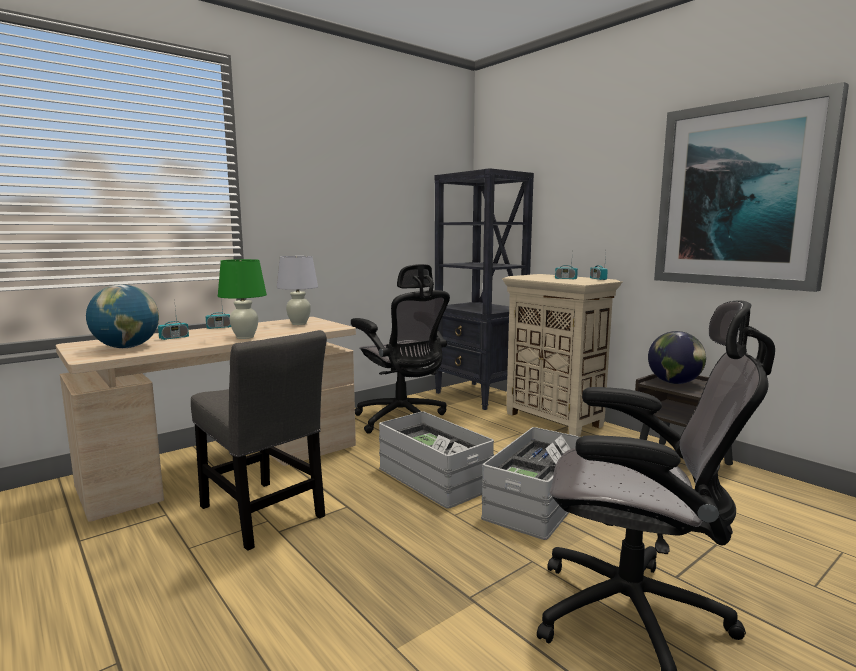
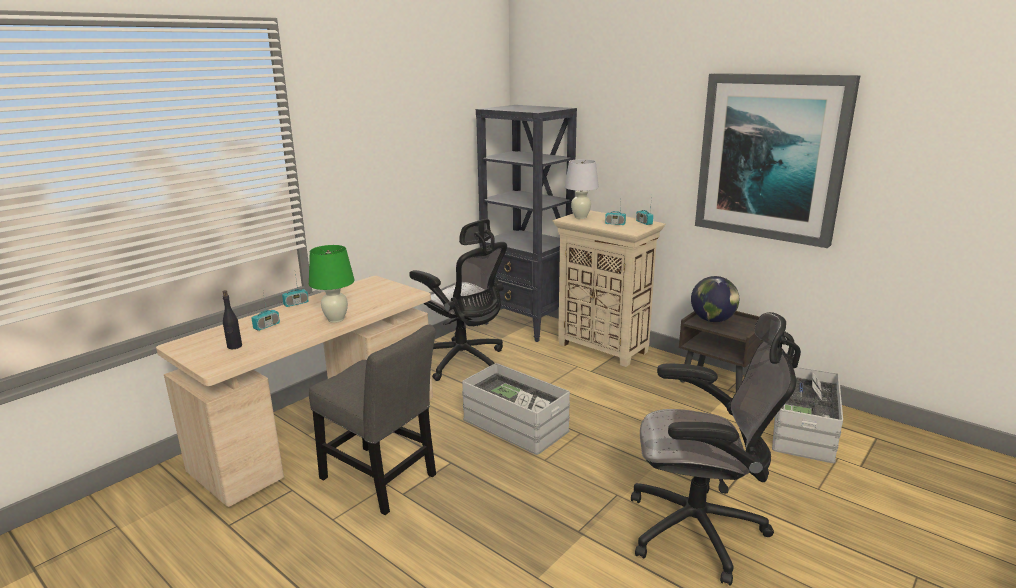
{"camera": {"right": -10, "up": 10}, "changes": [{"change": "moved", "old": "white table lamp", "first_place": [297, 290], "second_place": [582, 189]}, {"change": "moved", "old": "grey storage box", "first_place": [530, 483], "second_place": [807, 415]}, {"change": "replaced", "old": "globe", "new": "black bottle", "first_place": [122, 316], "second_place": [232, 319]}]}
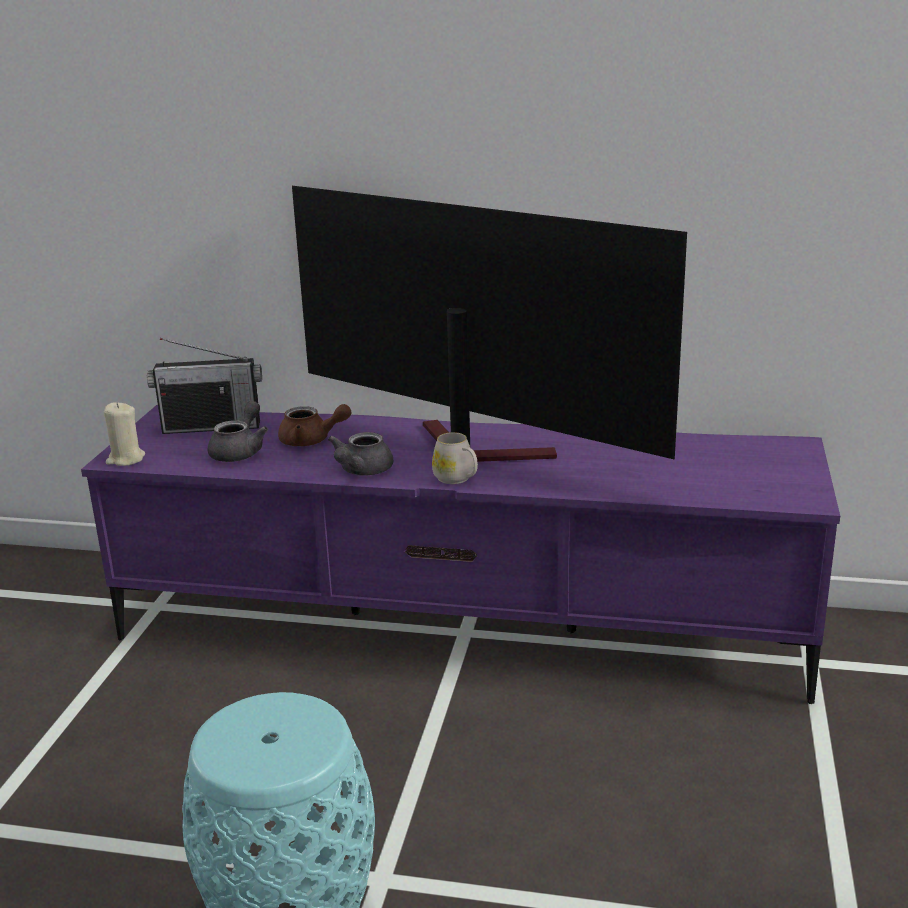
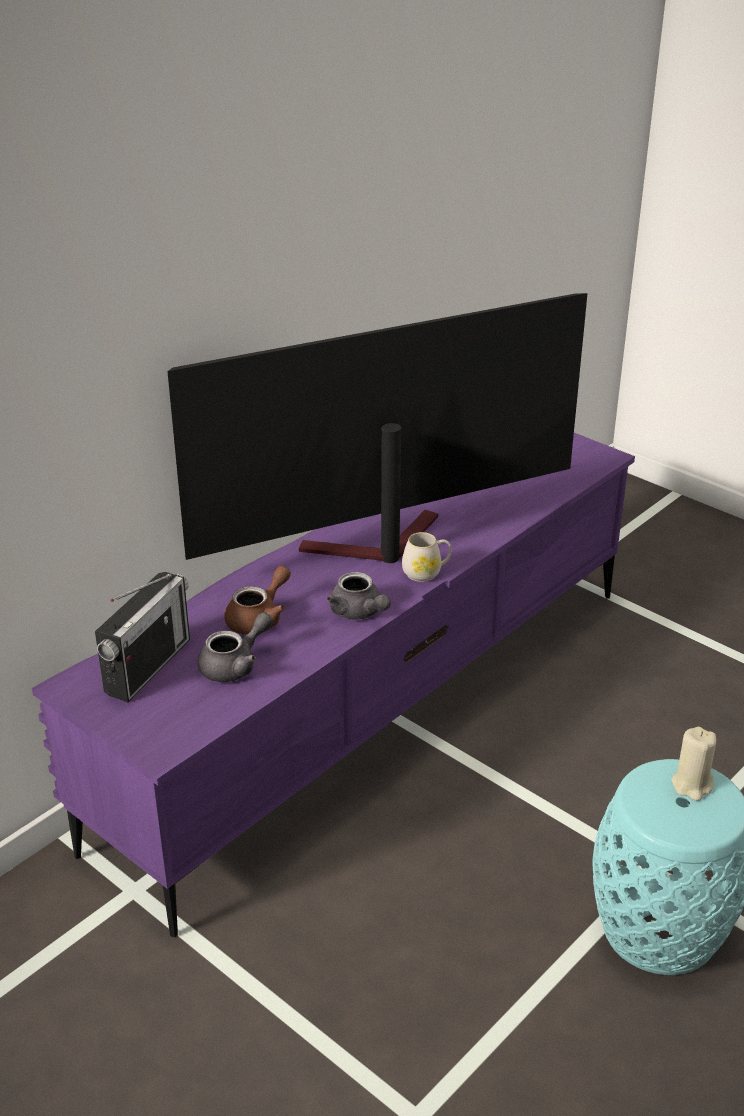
{"camera": {"right": -60, "up": 10}, "changes": [{"change": "moved", "old": "beige candle", "first_place": [124, 434], "second_place": [693, 764]}, {"change": "turned", "old": "grey teapot", "first_place": [238, 431], "second_place": [235, 647], "degrees": 90}]}
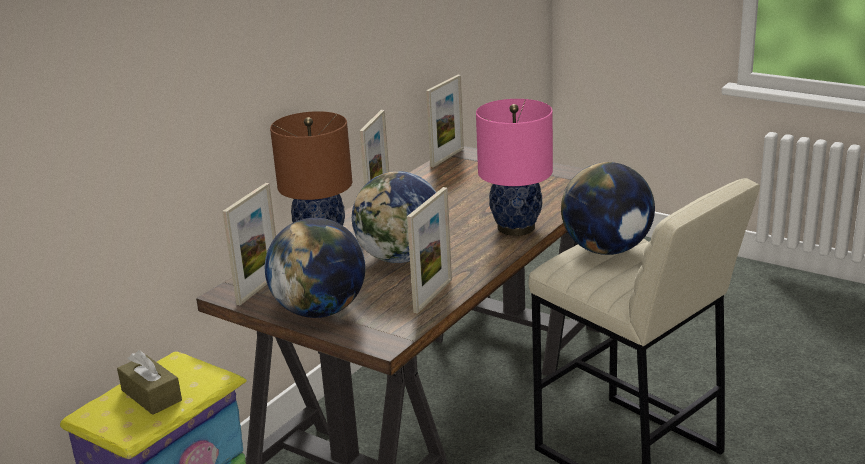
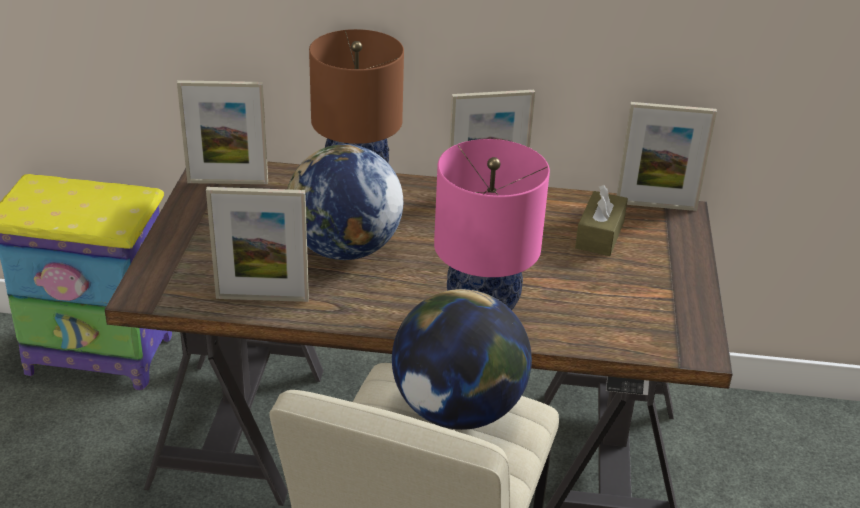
{"camera": {"right": 60, "up": 10}, "changes": [{"change": "removed", "old": "globe", "first_place": [315, 268]}, {"change": "moved", "old": "brown tissue box", "first_place": [149, 382], "second_place": [601, 220]}]}
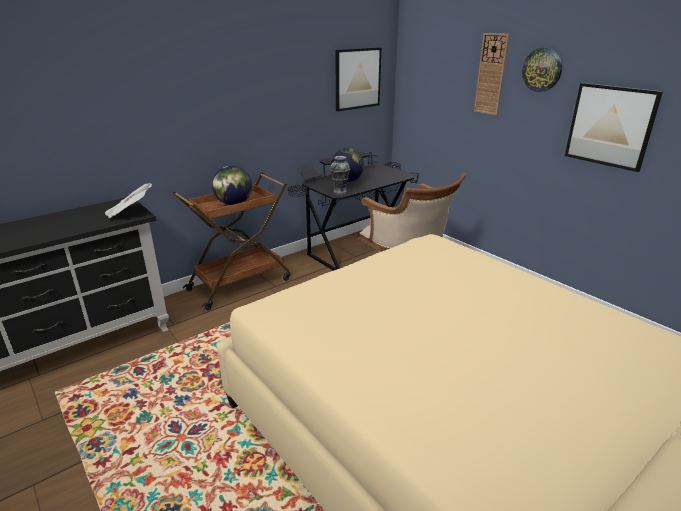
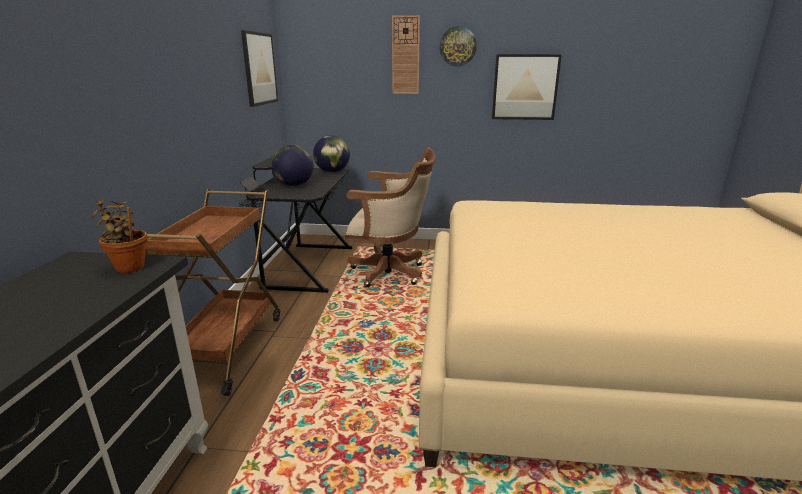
{"camera": {"right": -45, "up": -5}, "changes": [{"change": "removed", "old": "vase", "first_place": [340, 175]}, {"change": "moved", "old": "globe", "first_place": [232, 185], "second_place": [331, 154]}, {"change": "replaced", "old": "newspaper", "new": "potted plant", "first_place": [128, 201], "second_place": [120, 235]}]}
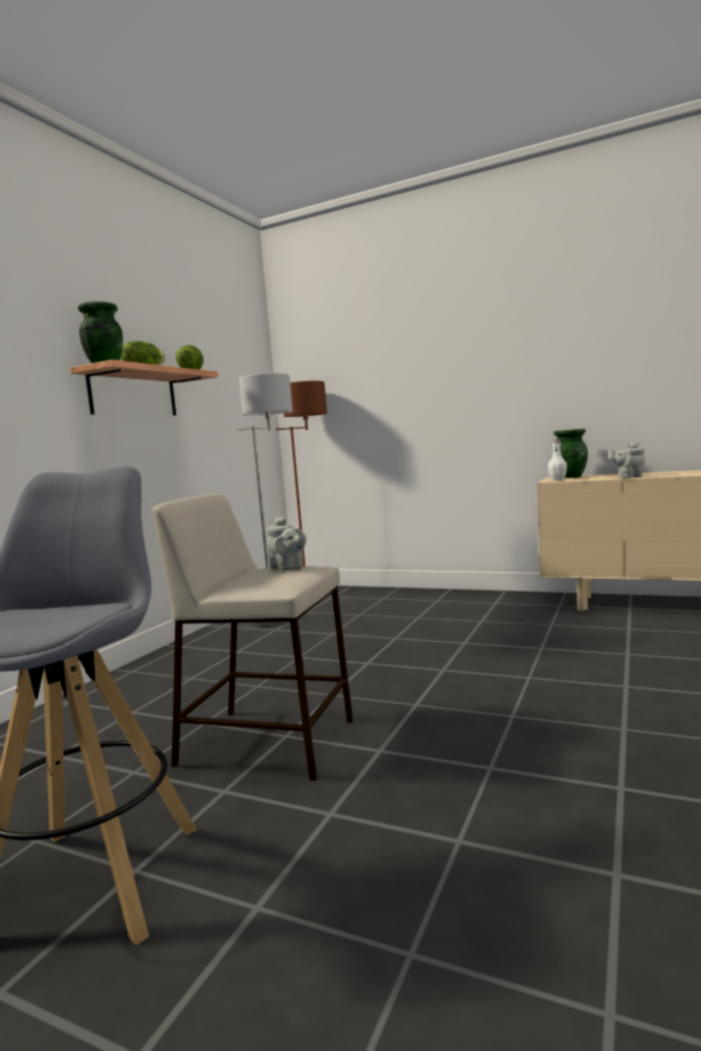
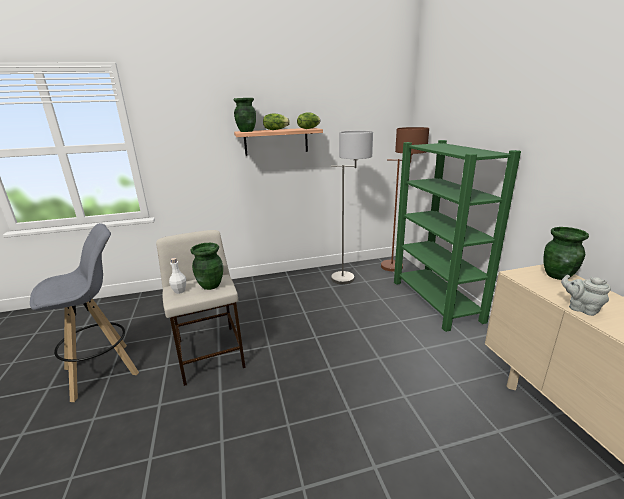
{"camera": {"right": 50, "up": 15}, "changes": [{"change": "added", "new": "green bookcase", "second_place": [457, 236]}, {"change": "moved", "old": "white bottle", "first_place": [557, 460], "second_place": [177, 276]}, {"change": "replaced", "old": "grey teapot", "new": "green vase", "first_place": [287, 543], "second_place": [206, 266]}]}
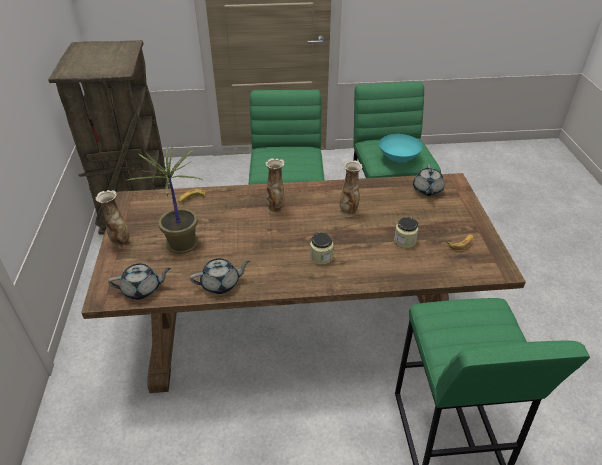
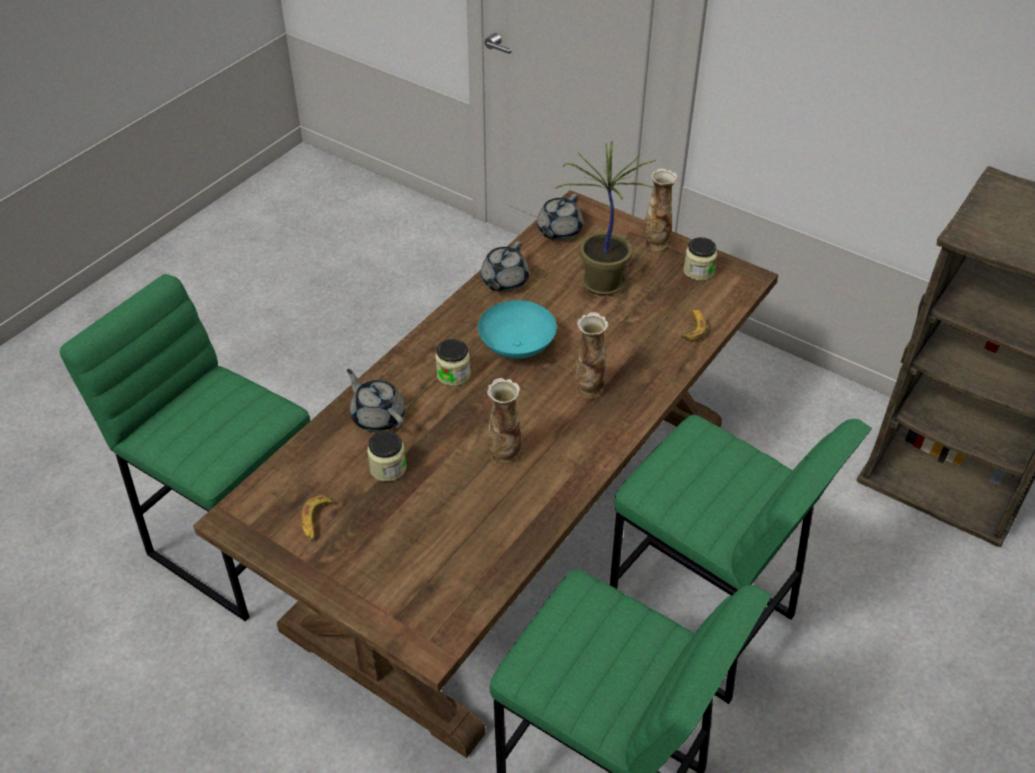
{"camera": {"right": 130, "up": 5}, "changes": [{"change": "added", "new": "jar", "second_place": [700, 259]}, {"change": "moved", "old": "turquoise bowl", "first_place": [401, 148], "second_place": [517, 329]}, {"change": "moved", "old": "grey teapot", "first_place": [428, 180], "second_place": [376, 400]}]}
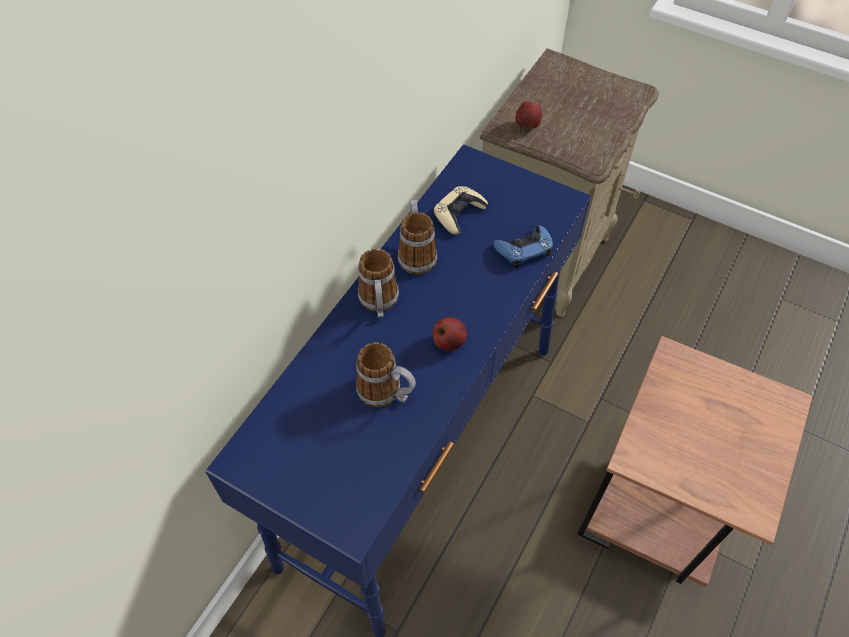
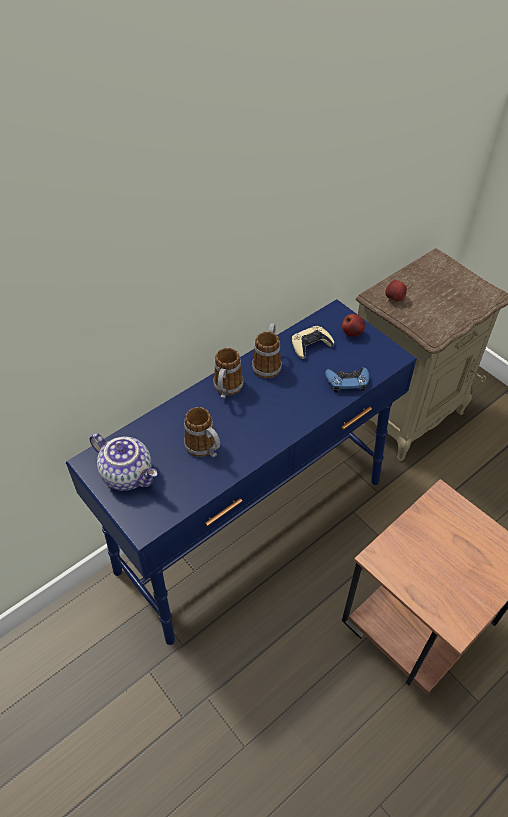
{"camera": {"right": 20, "up": -5}, "changes": [{"change": "added", "new": "teapot", "second_place": [123, 462]}, {"change": "moved", "old": "apple", "first_place": [450, 334], "second_place": [353, 325]}]}
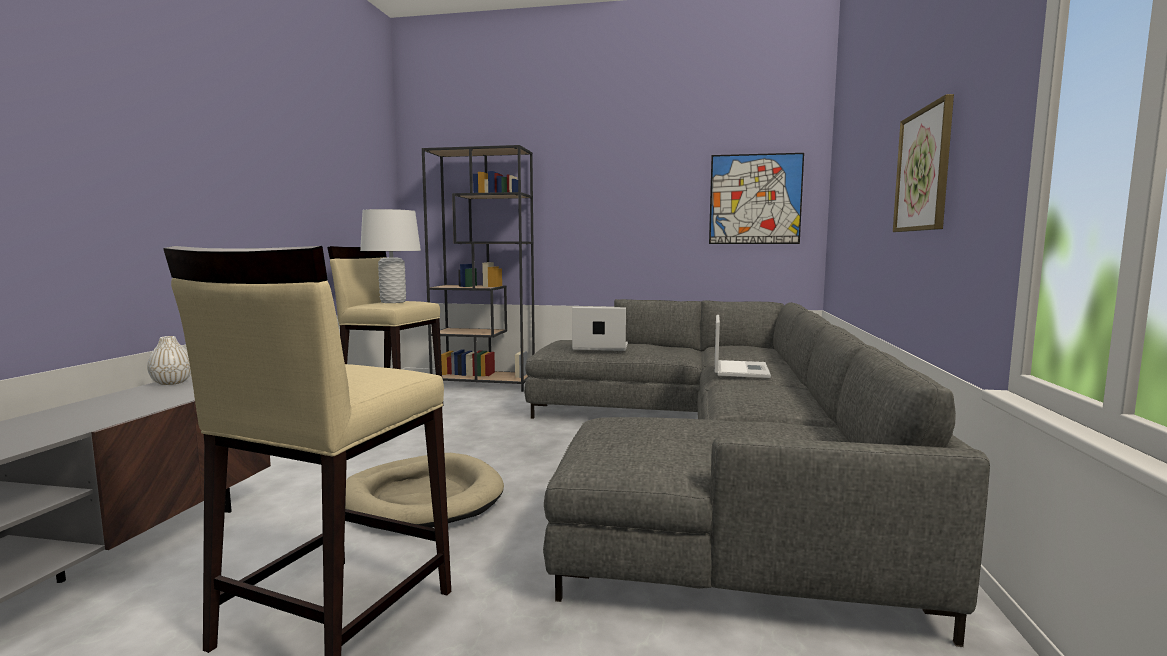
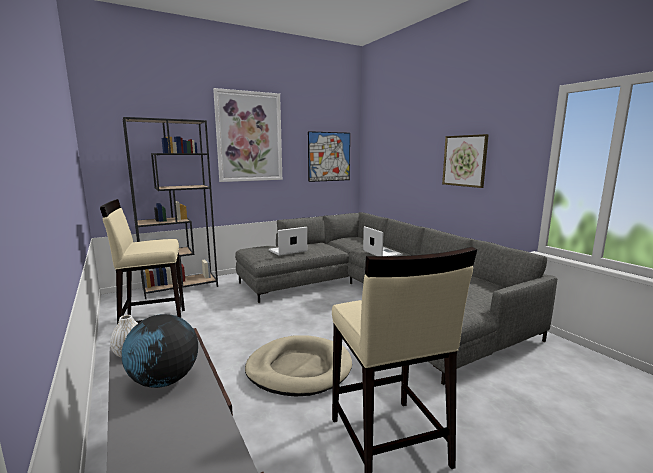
{"camera": {"right": -40, "up": 5}, "changes": [{"change": "removed", "old": "white table lamp", "first_place": [390, 256]}, {"change": "added", "new": "globe", "second_place": [160, 351]}, {"change": "added", "new": "picture", "second_place": [247, 135]}]}
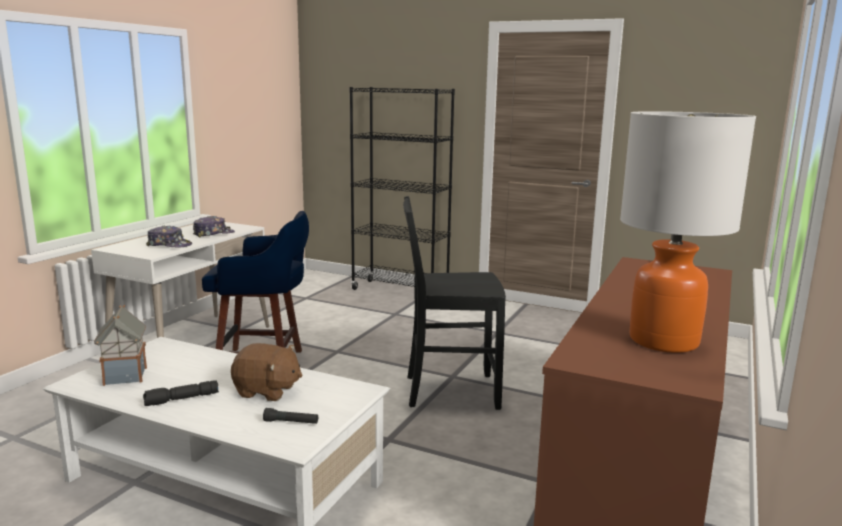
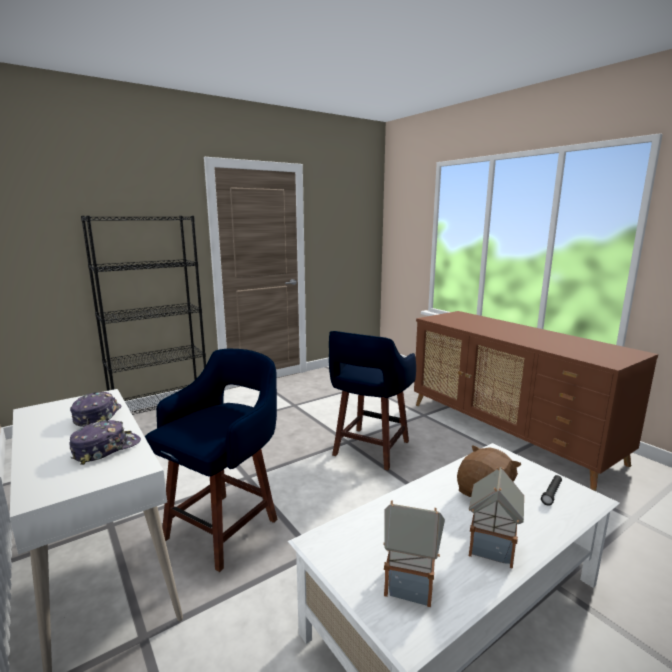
{"camera": {"right": -60, "up": 0}, "changes": [{"change": "removed", "old": "table lamp", "first_place": [688, 232]}, {"change": "replaced", "old": "black flashlight", "new": "toy house", "first_place": [181, 393], "second_place": [496, 518]}, {"change": "replaced", "old": "black chair", "new": "blue stool", "first_place": [454, 303], "second_place": [372, 400]}]}
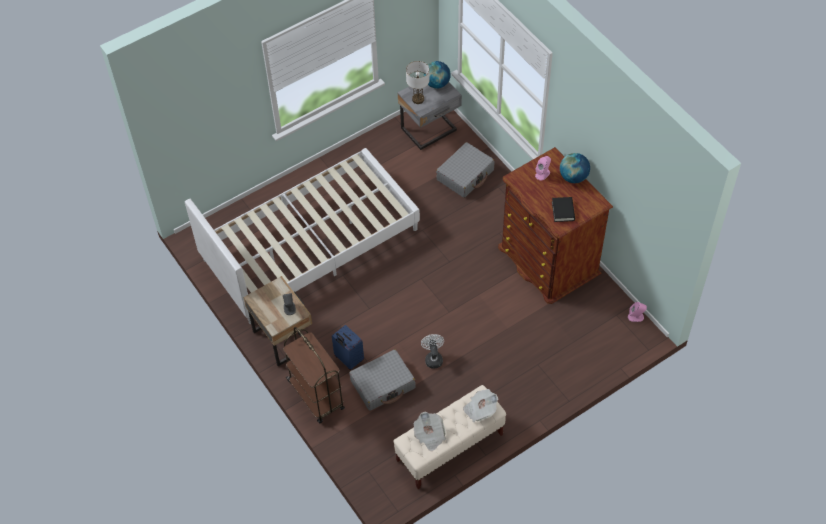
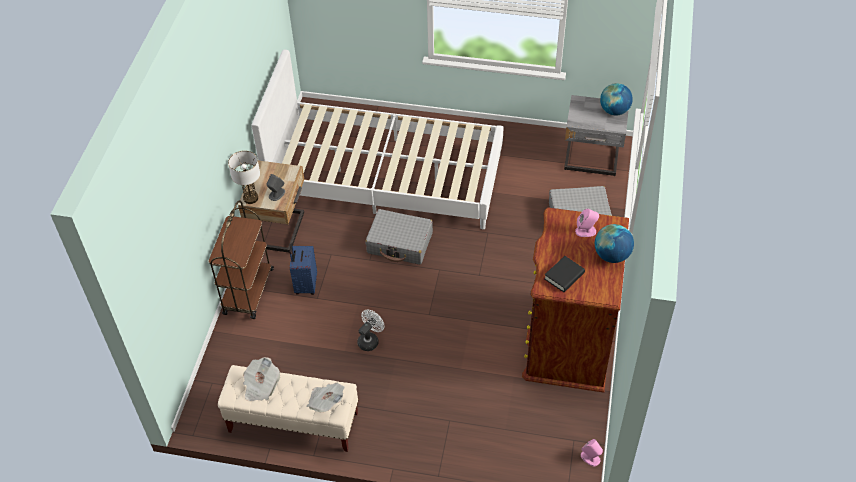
{"camera": {"right": 45, "up": -5}, "changes": [{"change": "moved", "old": "grey suitcase", "first_place": [382, 380], "second_place": [399, 237]}, {"change": "moved", "old": "table lamp", "first_place": [418, 82], "second_place": [244, 177]}]}
